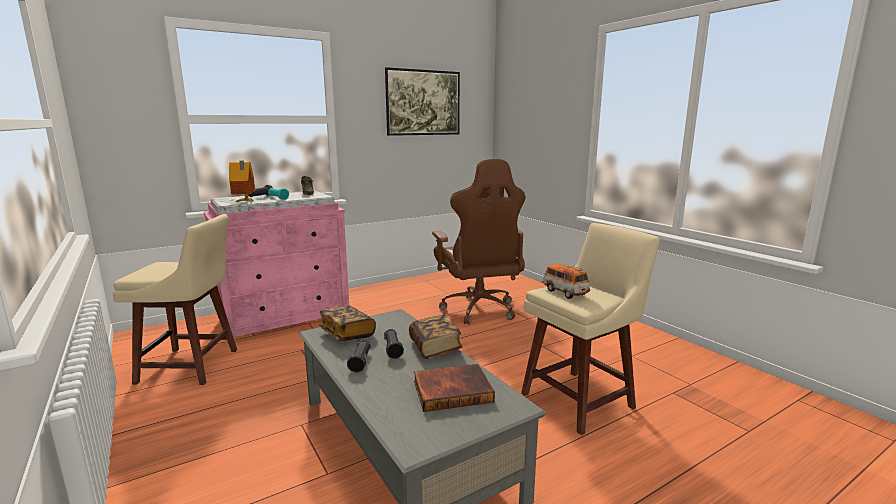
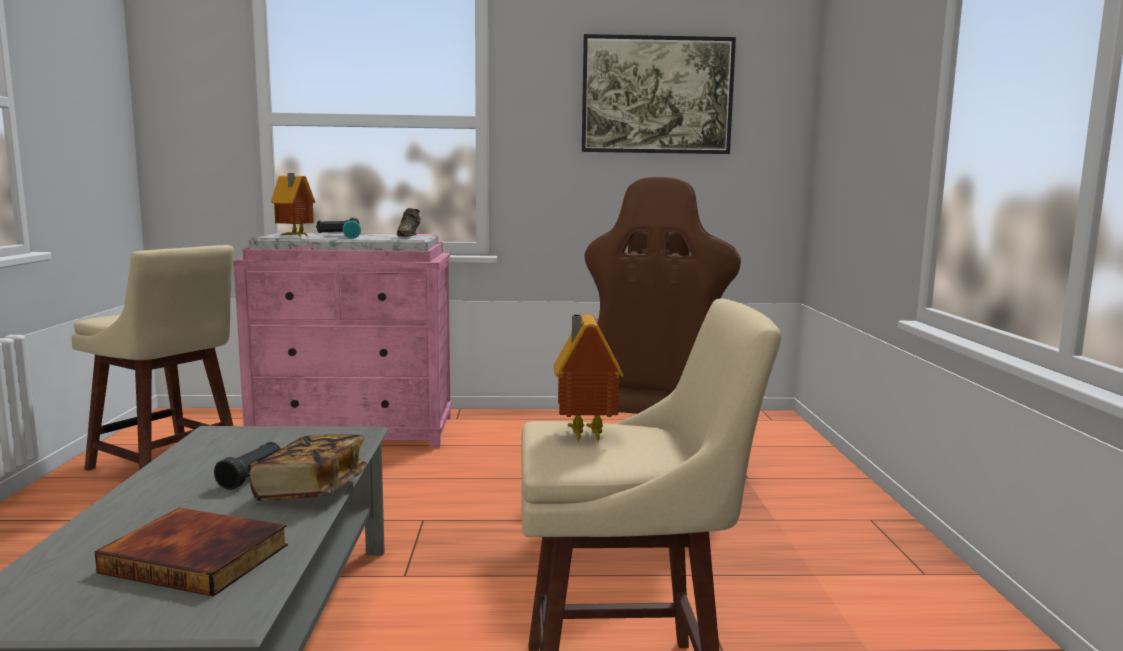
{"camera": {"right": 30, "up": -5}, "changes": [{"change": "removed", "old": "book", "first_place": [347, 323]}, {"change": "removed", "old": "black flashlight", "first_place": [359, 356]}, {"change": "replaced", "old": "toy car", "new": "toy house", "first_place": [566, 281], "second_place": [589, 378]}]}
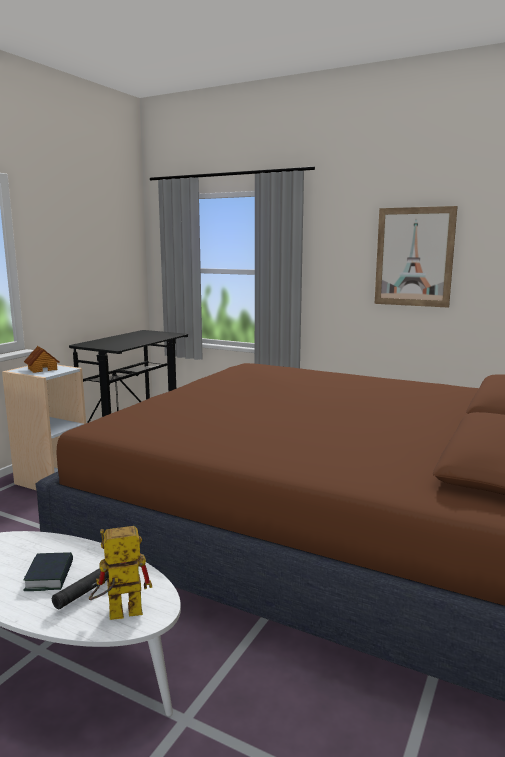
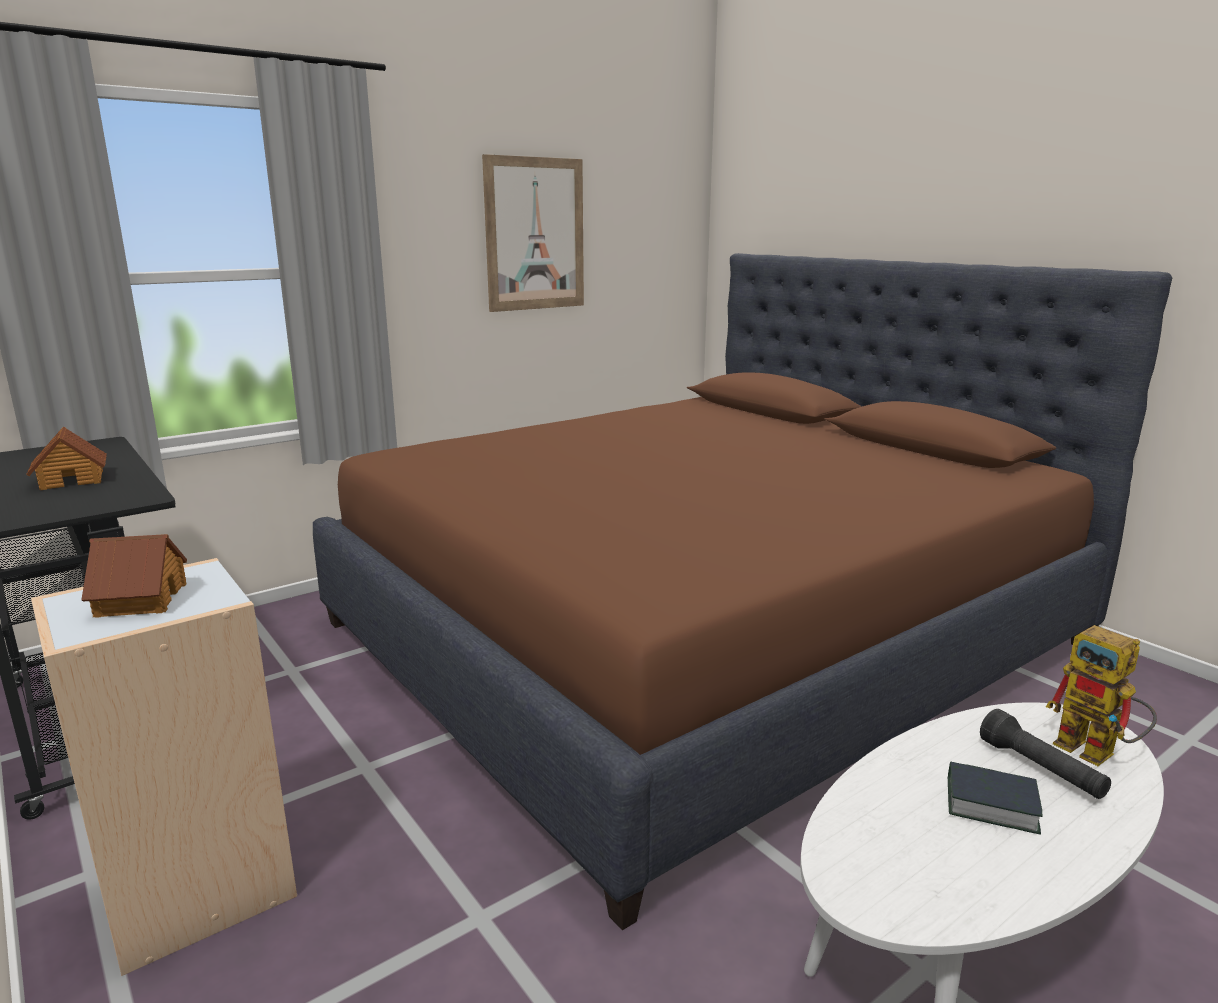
{"camera": {"right": -65, "up": 5}, "changes": [{"change": "added", "new": "toy house", "second_place": [66, 458]}, {"change": "turned", "old": "toy robot", "first_place": [120, 573], "second_place": [1101, 695], "degrees": -45}]}
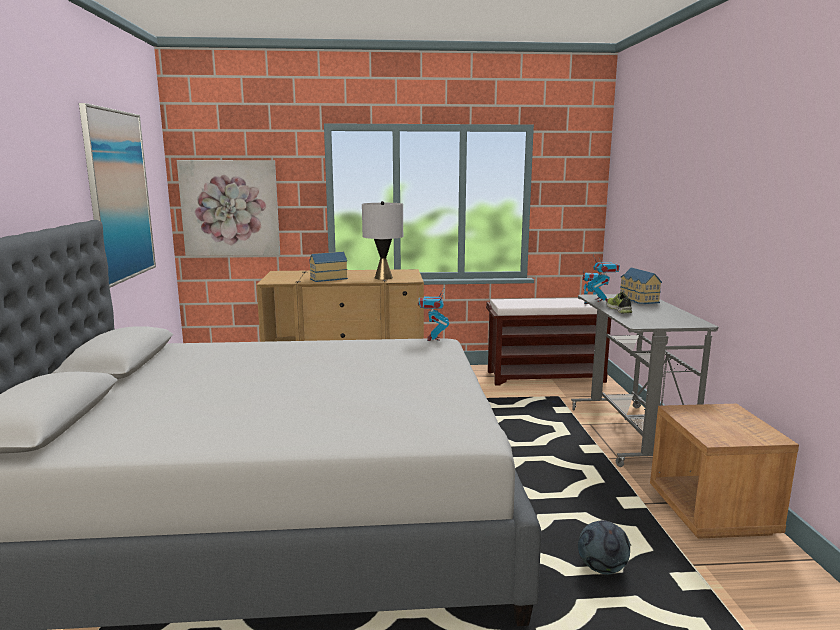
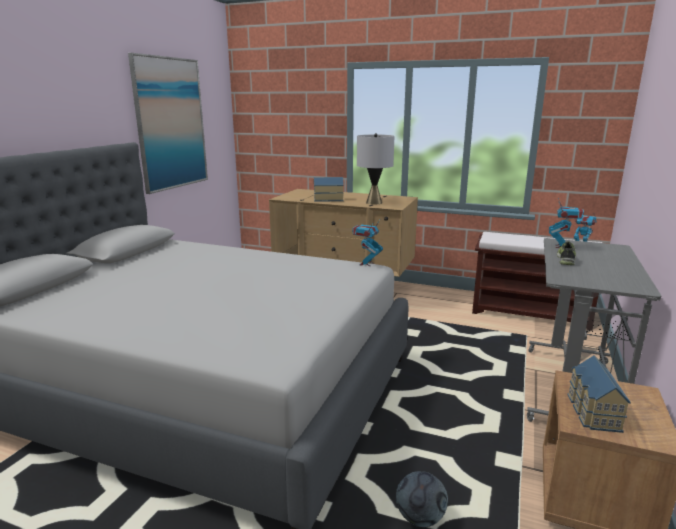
{"camera": {"right": 25, "up": 5}, "changes": [{"change": "removed", "old": "picture", "first_place": [228, 208]}, {"change": "moved", "old": "toy house", "first_place": [641, 285], "second_place": [599, 394]}]}
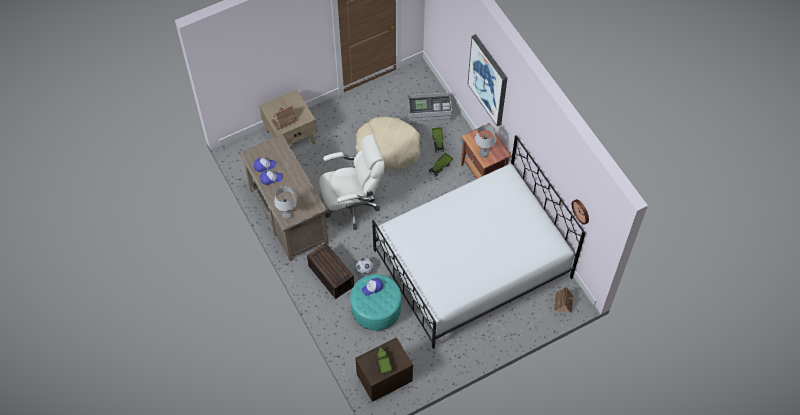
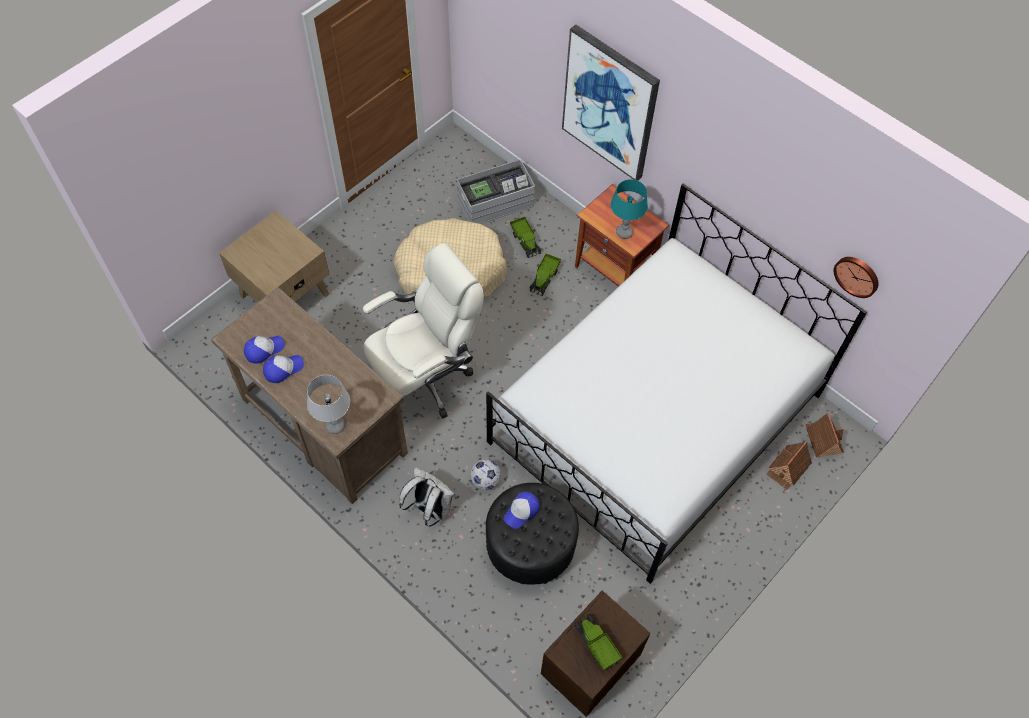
{"camera": {"right": -20, "up": 0}, "changes": [{"change": "moved", "old": "toy house", "first_place": [284, 118], "second_place": [789, 465]}, {"change": "replaced", "old": "brown storage box", "new": "white backpack", "first_place": [330, 271], "second_place": [427, 497]}, {"change": "recoloured", "old": "turquoise ottoman", "new": "black ottoman", "first_place": [376, 303], "second_place": [532, 534]}, {"change": "recoloured", "old": "grey table lamp", "new": "turquoise table lamp", "first_place": [485, 141], "second_place": [629, 209]}]}
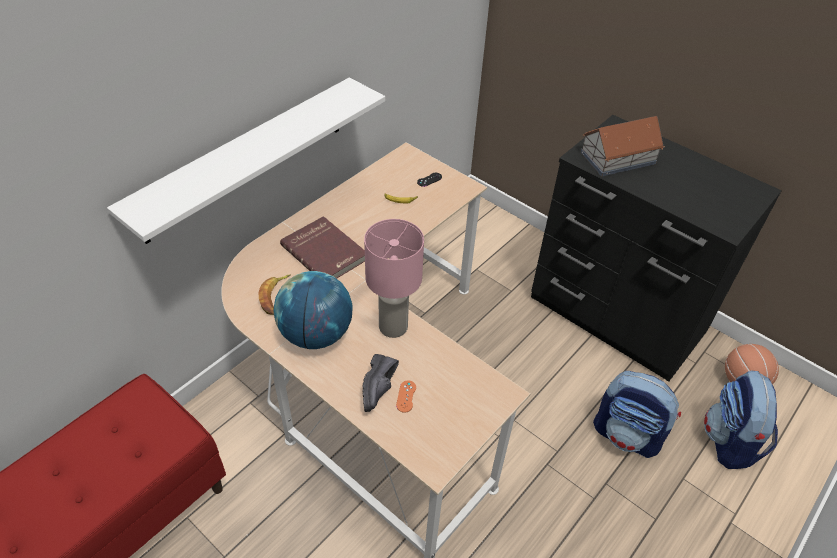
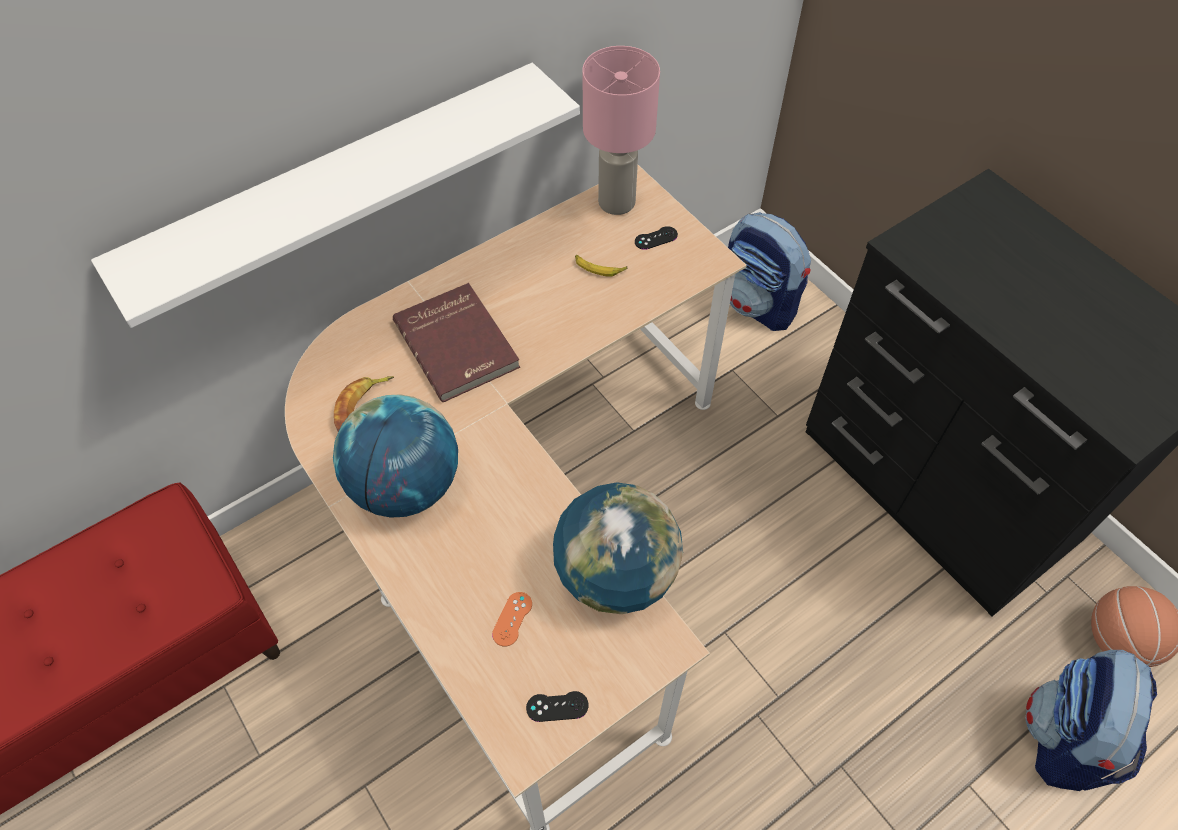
{"camera": {"right": 15, "up": 10}, "changes": [{"change": "removed", "old": "black shoe", "first_place": [380, 383]}, {"change": "removed", "old": "toy house", "first_place": [623, 146]}, {"change": "added", "new": "black game controller", "second_place": [557, 706]}, {"change": "added", "new": "globe", "second_place": [618, 548]}, {"change": "moved", "old": "pink table lamp", "first_place": [394, 278], "second_place": [621, 130]}, {"change": "moved", "old": "backpack", "first_place": [637, 414], "second_place": [769, 271]}]}
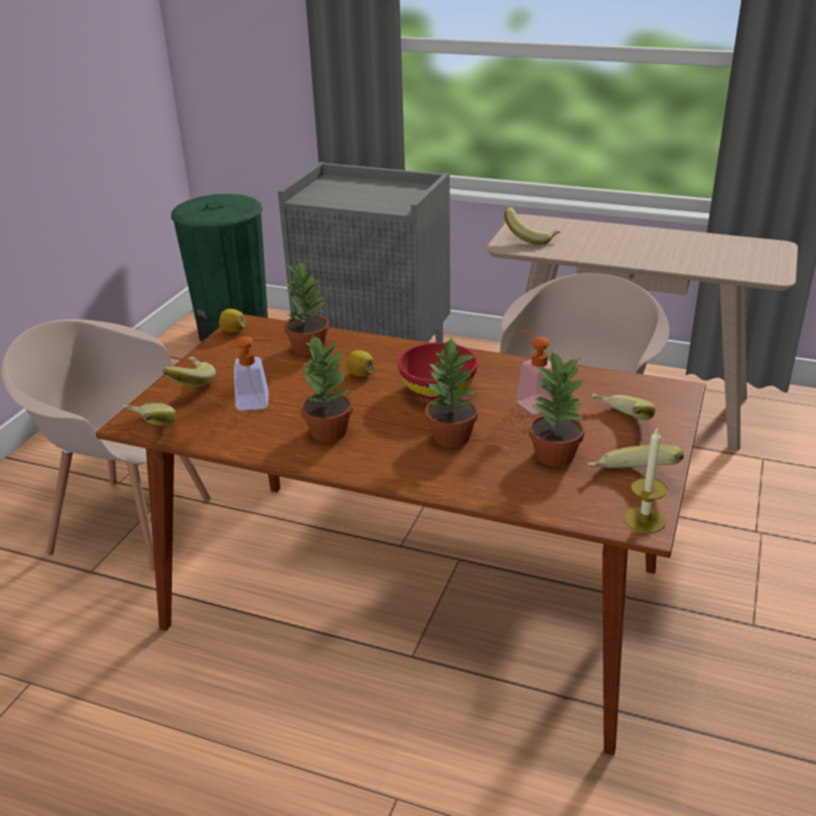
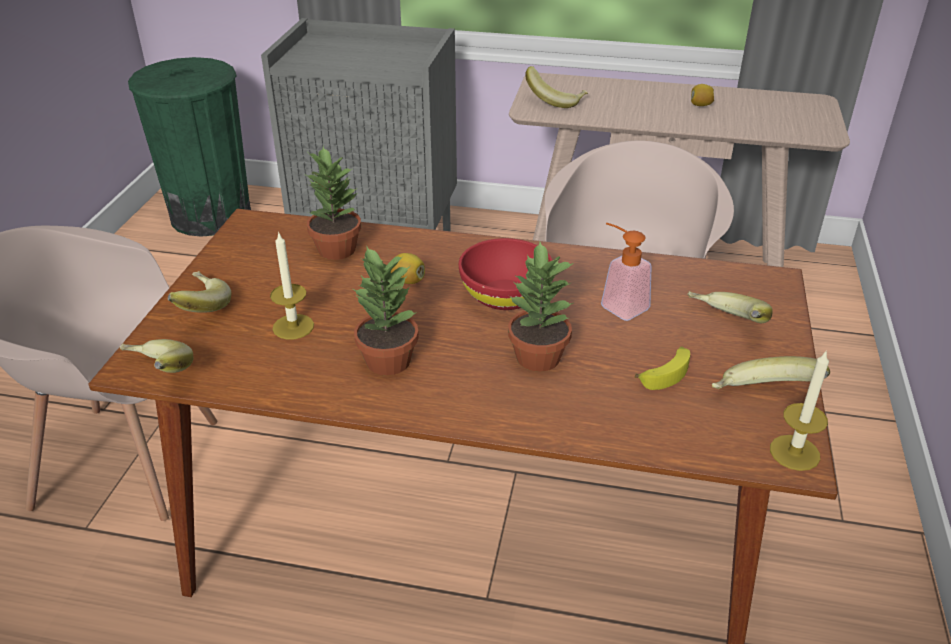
{"camera": {"right": -10, "up": 5}, "changes": [{"change": "moved", "old": "lemon", "first_place": [232, 320], "second_place": [702, 95]}, {"change": "replaced", "old": "soap dispenser", "new": "candle", "first_place": [255, 373], "second_place": [292, 285]}, {"change": "replaced", "old": "potted plant", "new": "banana", "first_place": [557, 409], "second_place": [662, 368]}]}
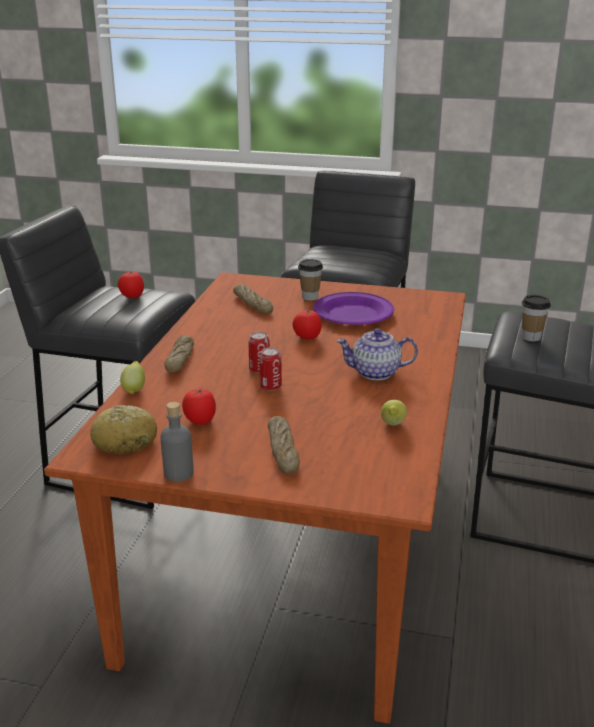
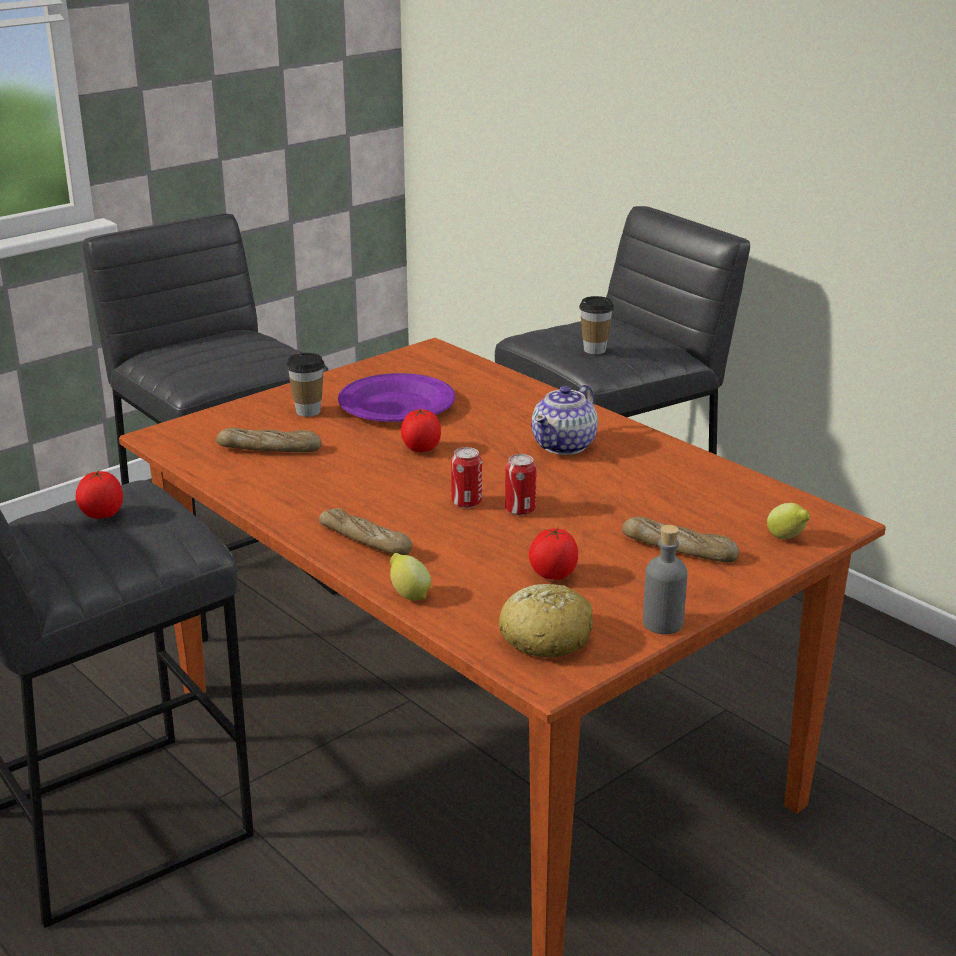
{"camera": {"right": -55, "up": 0}, "changes": [{"change": "moved", "old": "lemon", "first_place": [394, 413], "second_place": [788, 521]}]}
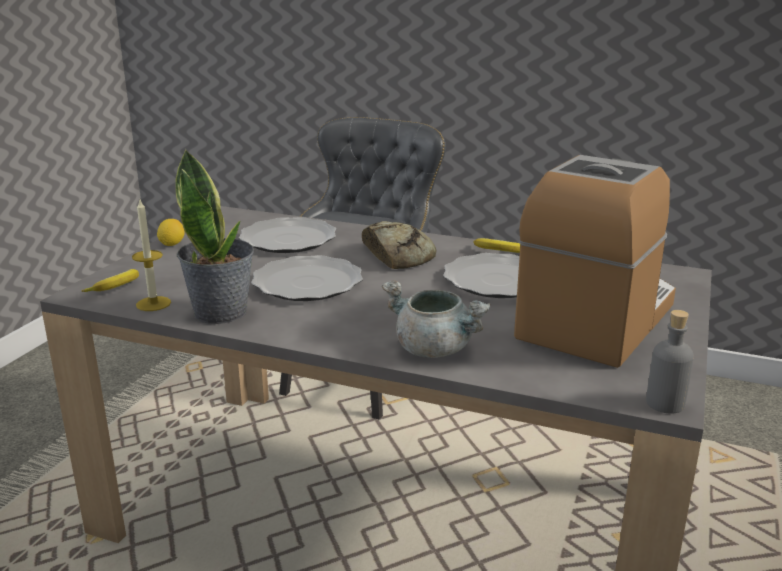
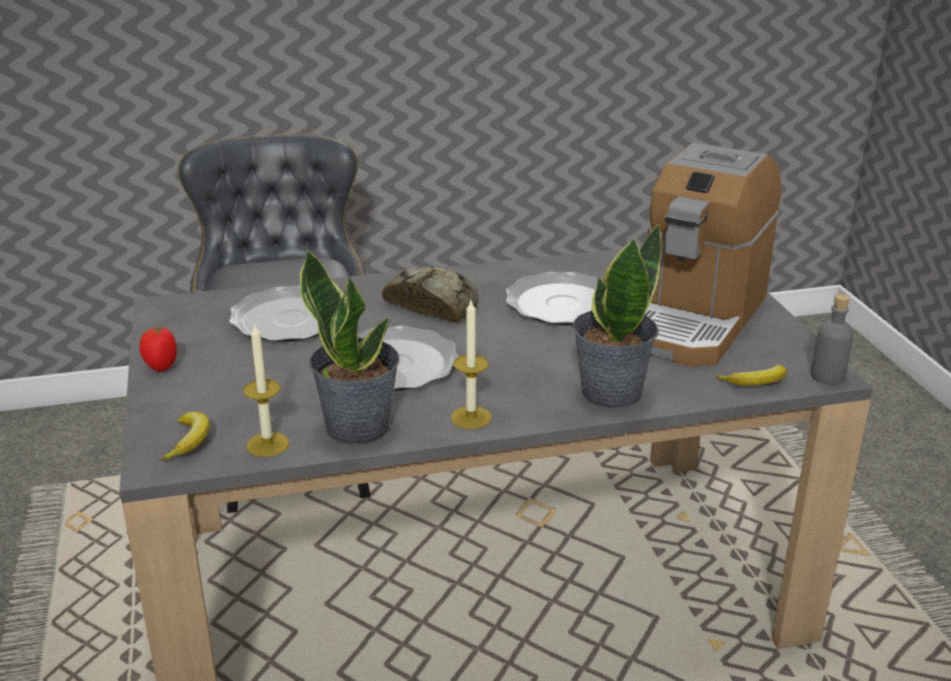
{"camera": {"right": -35, "up": 5}, "changes": [{"change": "added", "new": "candle", "second_place": [471, 365]}, {"change": "moved", "old": "banana", "first_place": [496, 245], "second_place": [751, 375]}, {"change": "replaced", "old": "lemon", "new": "tomato", "first_place": [171, 232], "second_place": [158, 349]}, {"change": "replaced", "old": "grey cooking pot", "new": "potted plant", "first_place": [436, 319], "second_place": [617, 316]}, {"change": "turned", "old": "coffee machine", "first_place": [595, 261], "second_place": [713, 254], "degrees": -150}]}
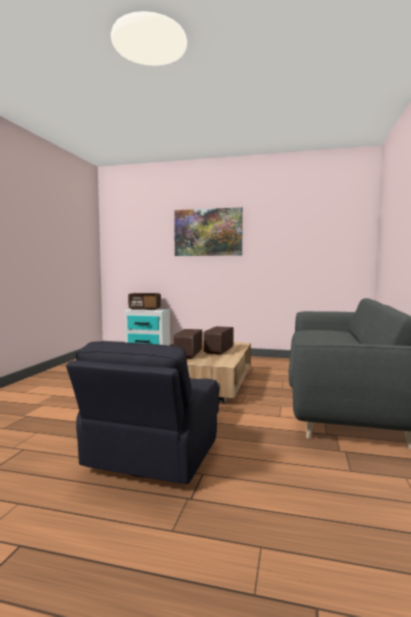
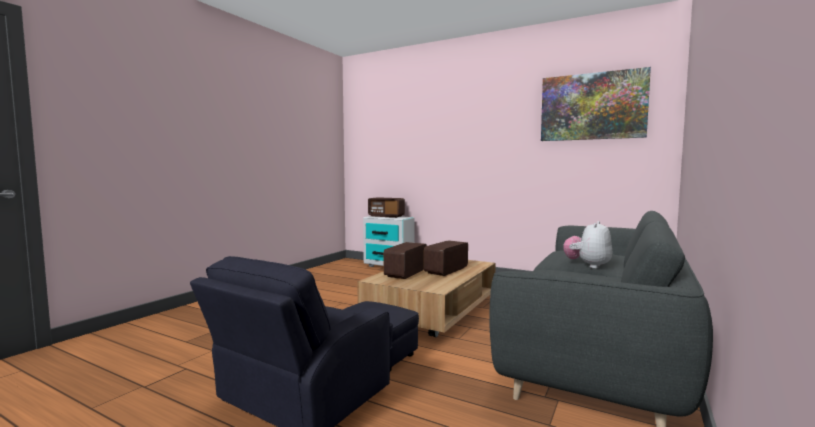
{"camera": {"right": 15, "up": 0}, "changes": [{"change": "added", "new": "plush toy", "second_place": [587, 244]}, {"change": "moved", "old": "picture", "first_place": [208, 231], "second_place": [596, 104]}]}
